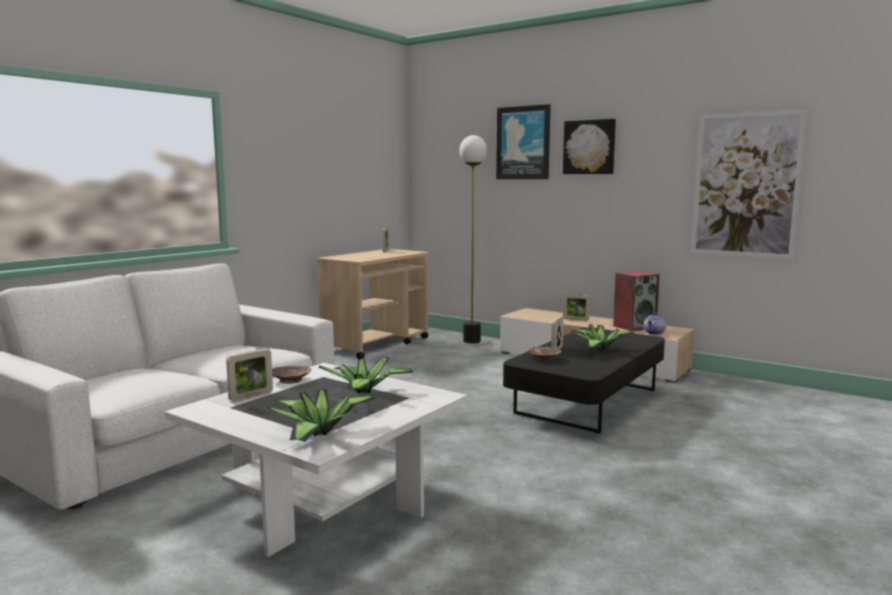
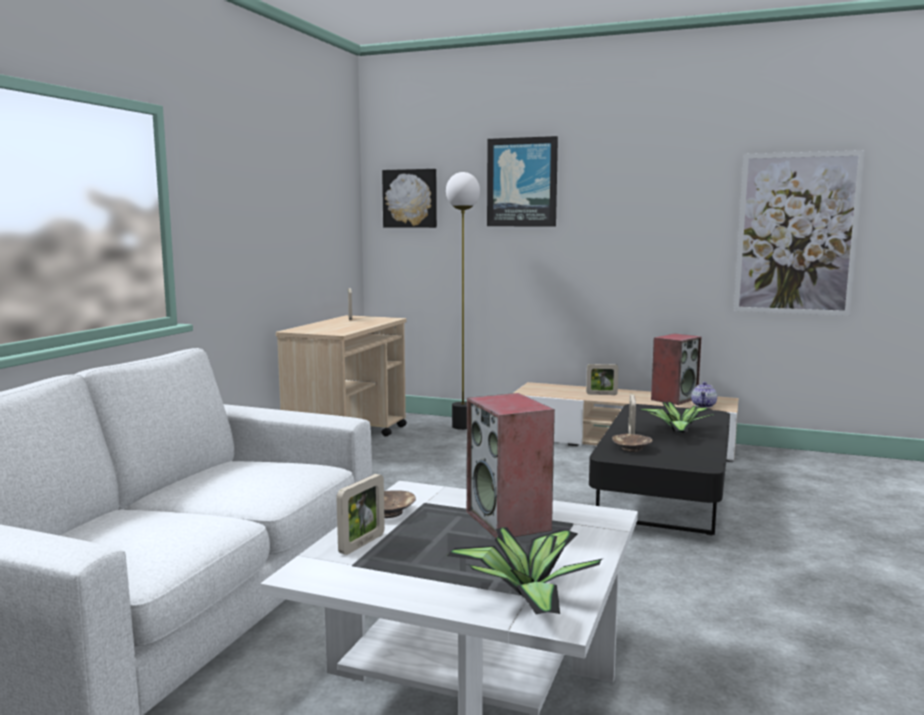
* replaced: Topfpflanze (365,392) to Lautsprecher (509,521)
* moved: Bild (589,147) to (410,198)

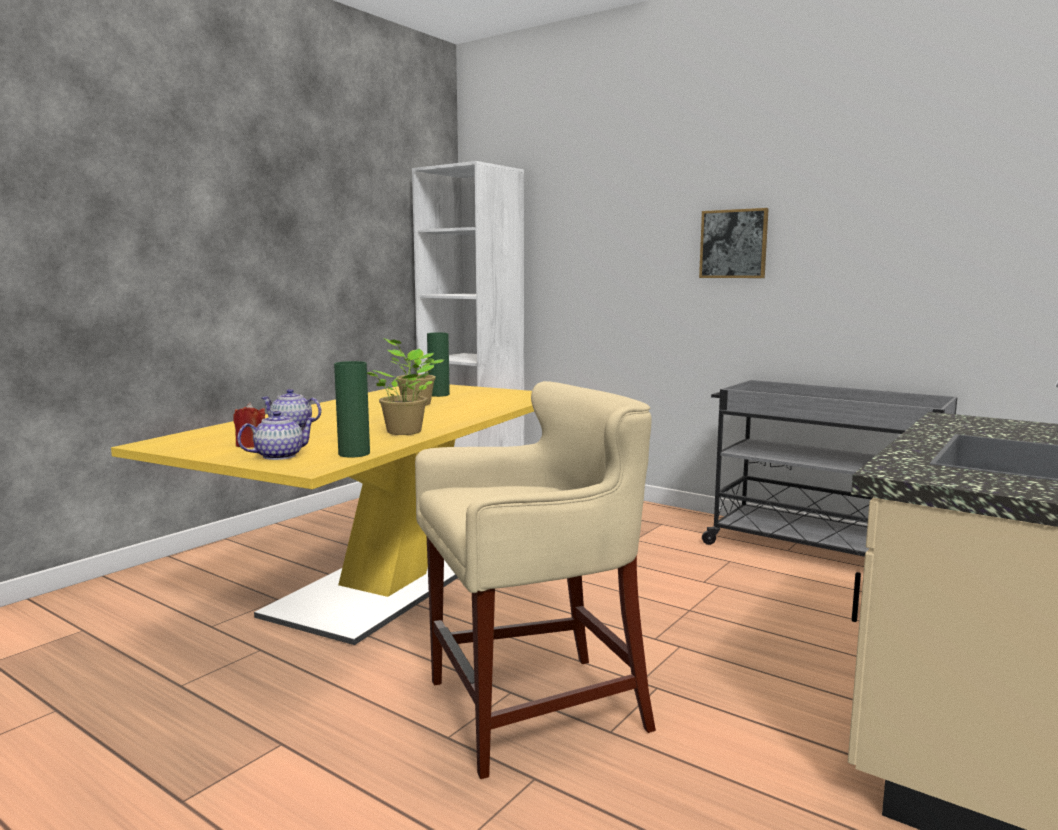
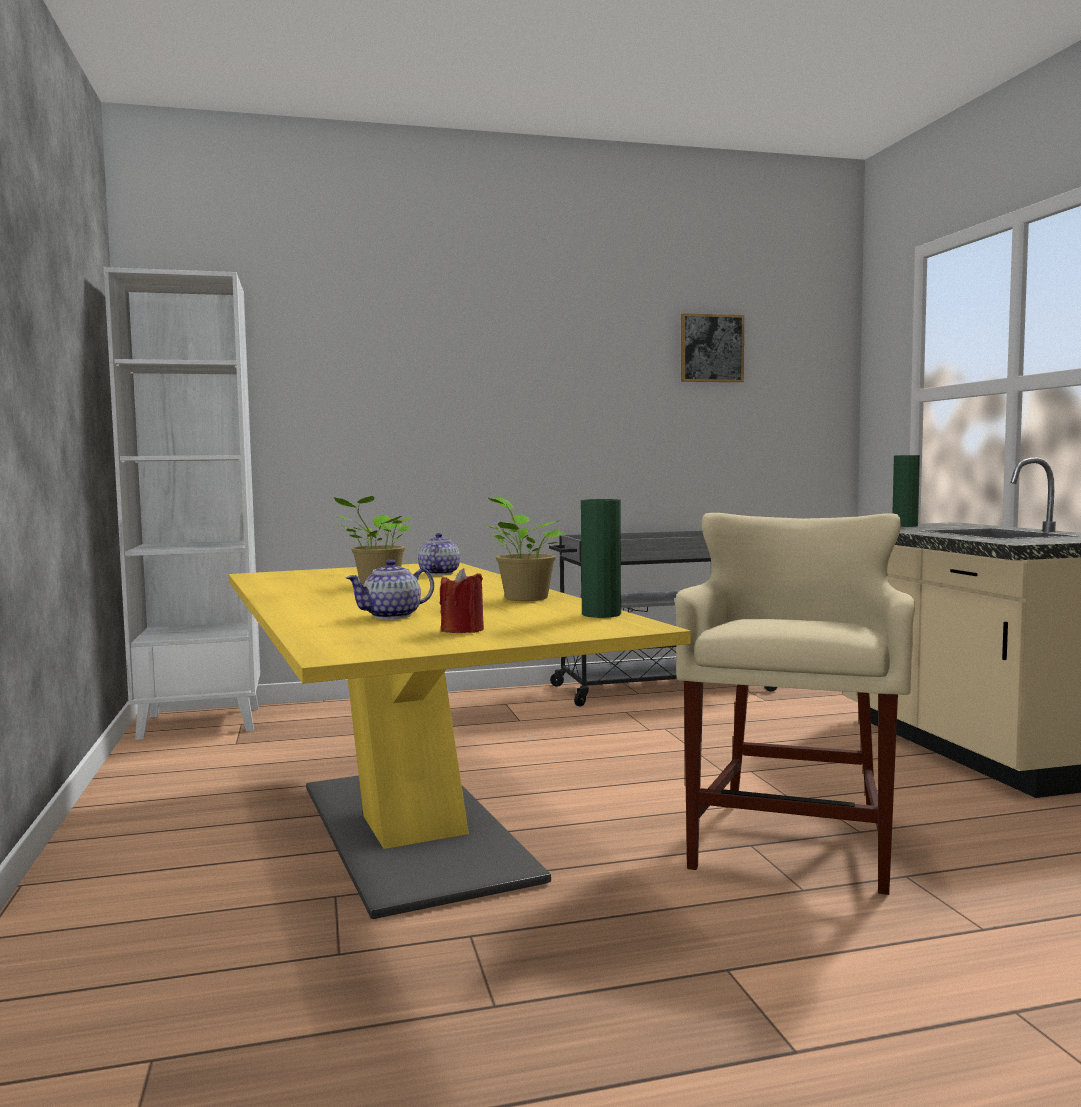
* moved: Teekanne (278,456) to (438,573)
* moved: Vase/grün (439,395) to (905,525)
* moved: Bild (733,244) to (711,348)

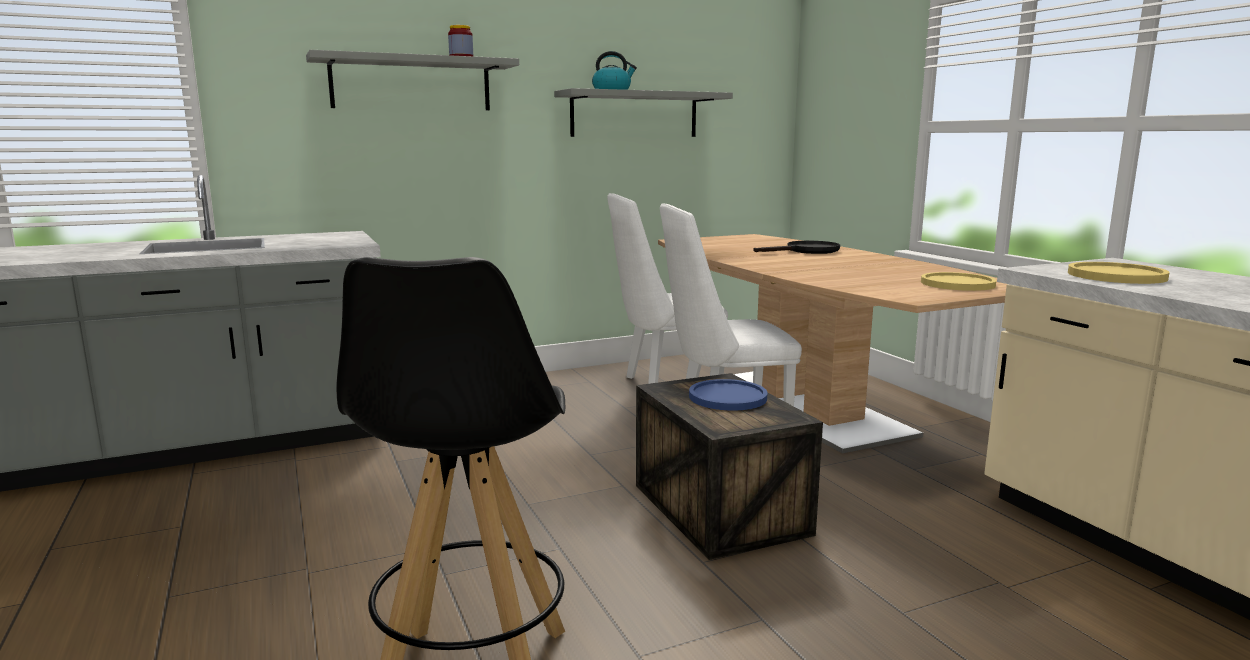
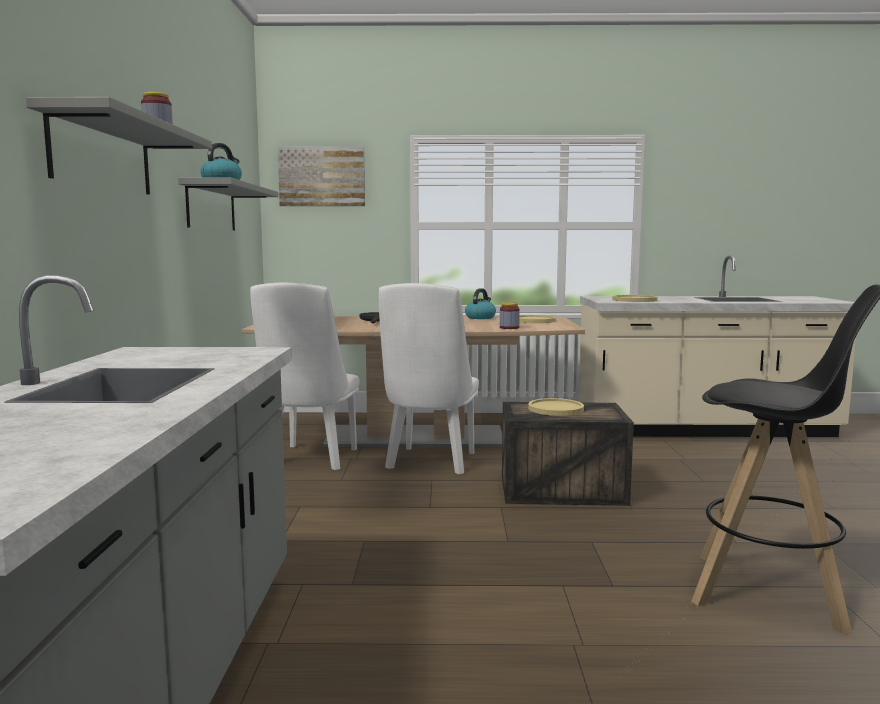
* recoloured: Teller/blau (727,397) to Teller/gelb (555,409)
* added: Bild (322,177)
* added: Wasserkessel (480,317)
* added: Vorratsglas (509,328)

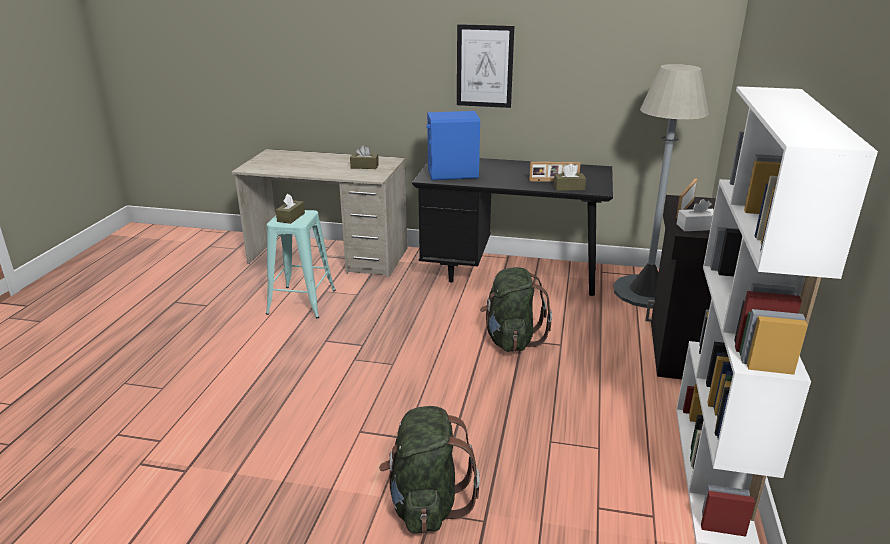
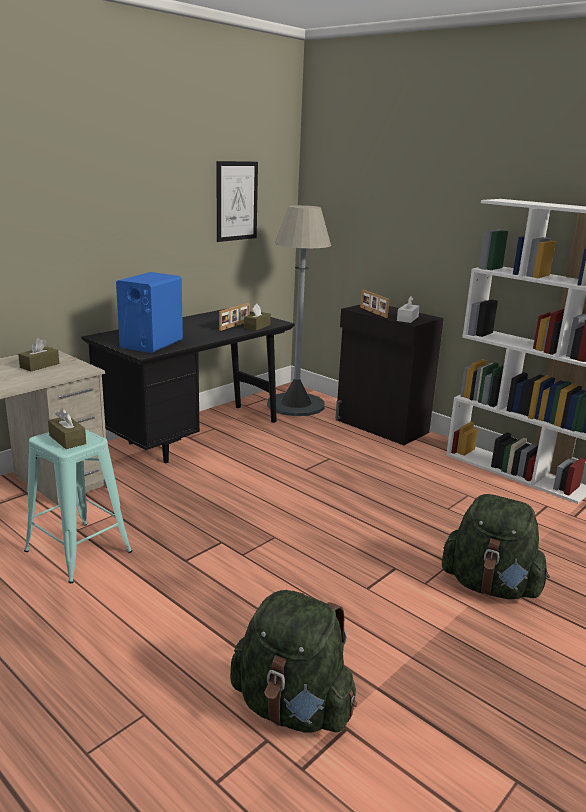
* moved: Bild (484,66) to (236,201)
* moved: Rucksack/grün (511,340) to (292,708)

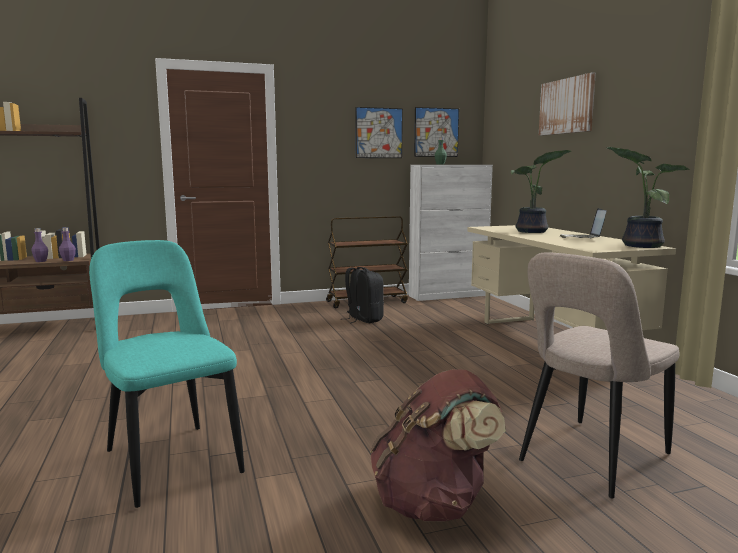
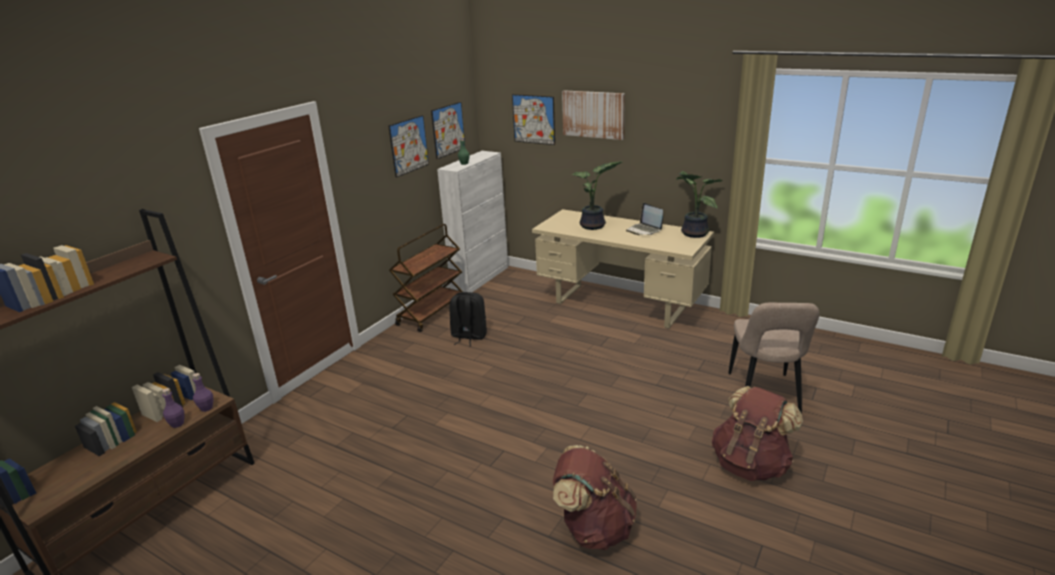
* replaced: Stuhl/türkis (170,459) to Rucksack/braun (594,528)
* added: Bild (533,119)

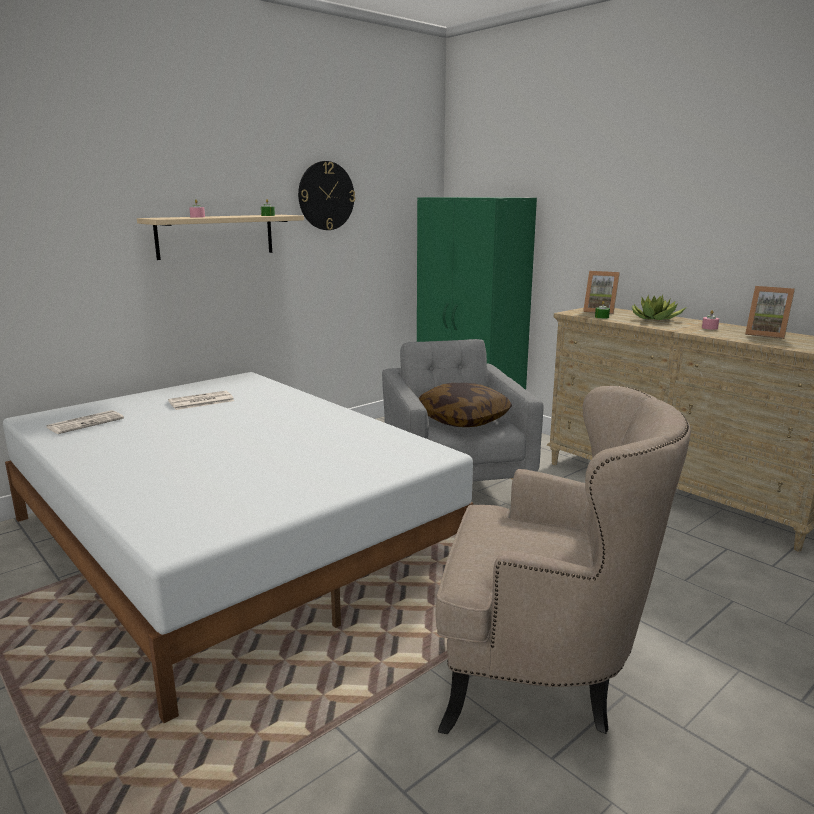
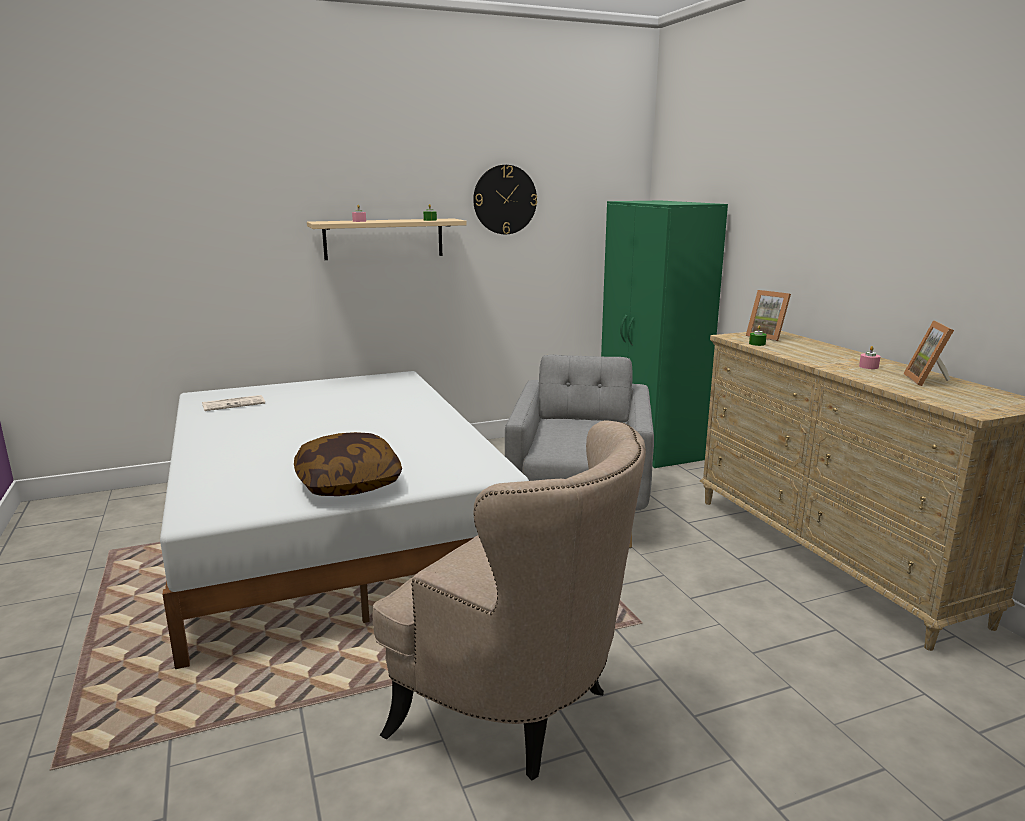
* removed: Zeitung (200,401)
* moved: Kissen (463,419) to (349,483)
* removed: Topfpflanze (655,319)
* turned: Bilderrahmen (766,334) = (928,381) 45 degrees clockwise

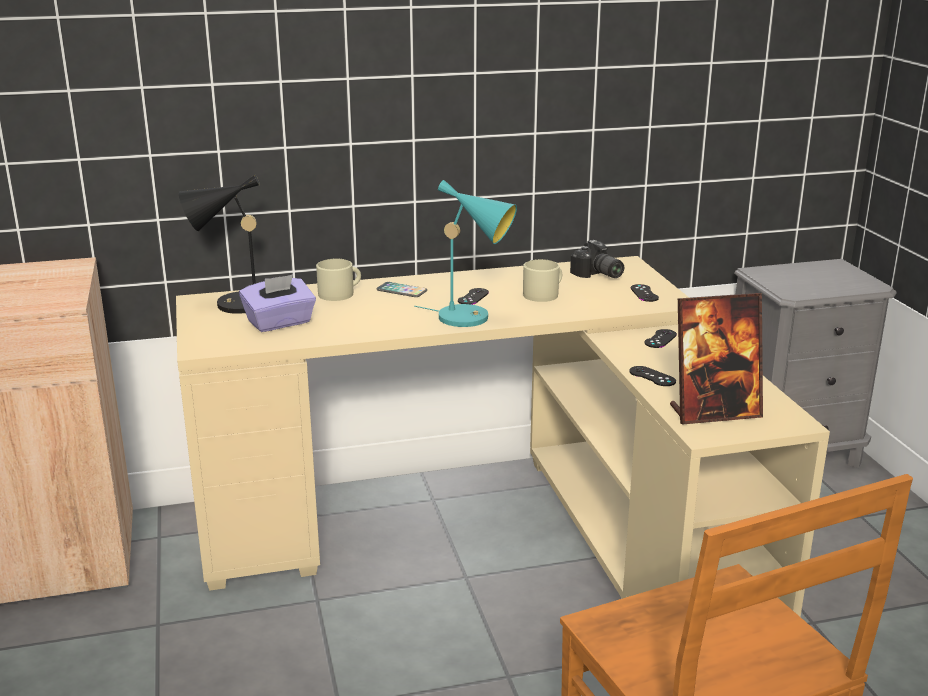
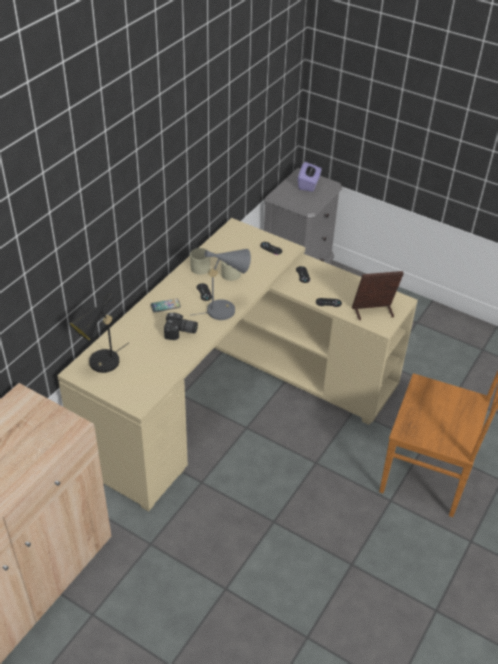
* moved: Taschentuchbox/lila (280,323) to (309,184)
* moved: Henkelbecher/beige (340,293) to (201,266)
* recoloured: Tischlampe/türkis (471,318) to Tischlampe/grau (225,309)
* moved: Kamera (597,275) to (180,332)
* turned: Bilderrahmen (714,412) = (373,312) 135 degrees counterclockwise

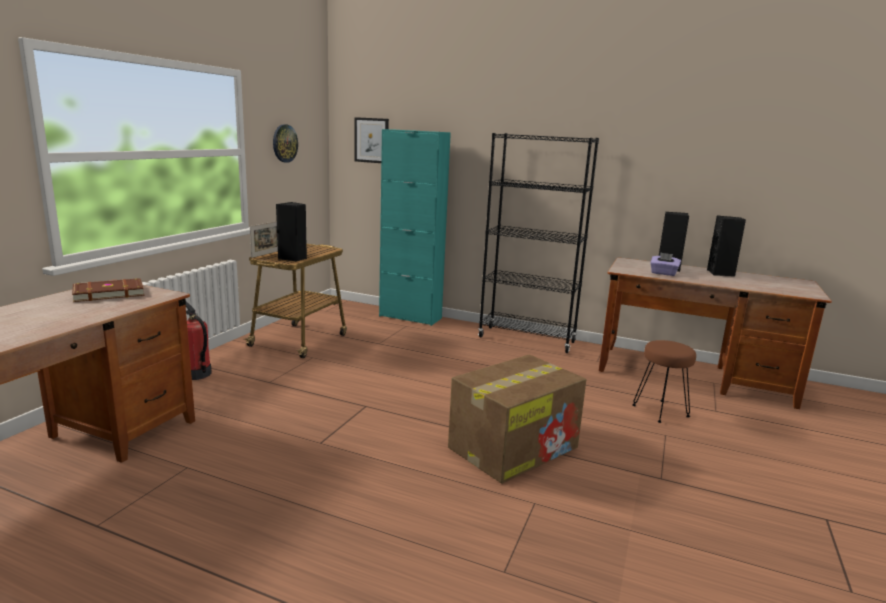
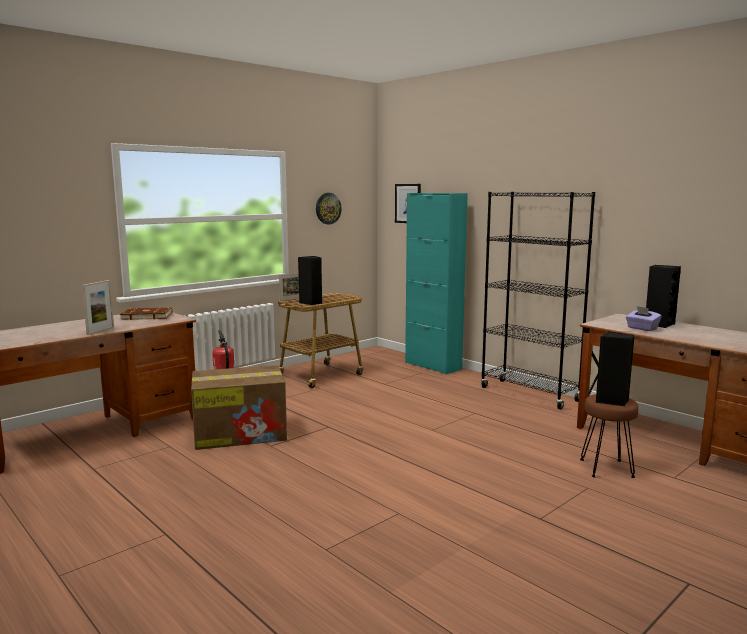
* moved: Karton (514,447) to (241,433)
* moved: Lautsprecher/schwarz (721,273) to (612,401)
* added: Bilderrahmen (100,331)

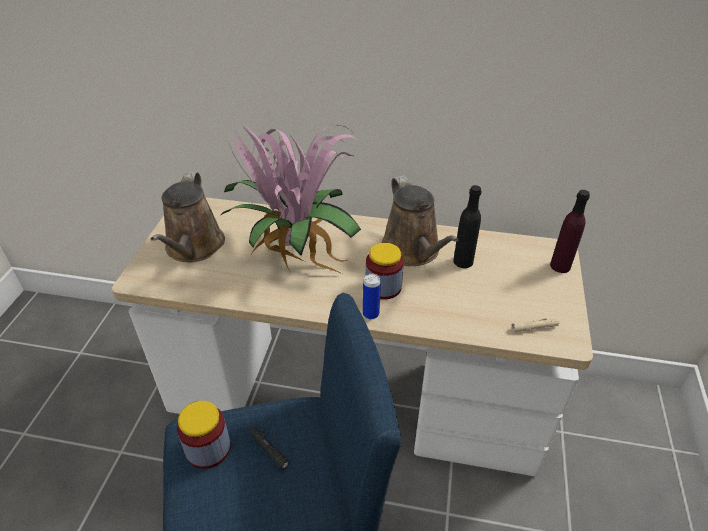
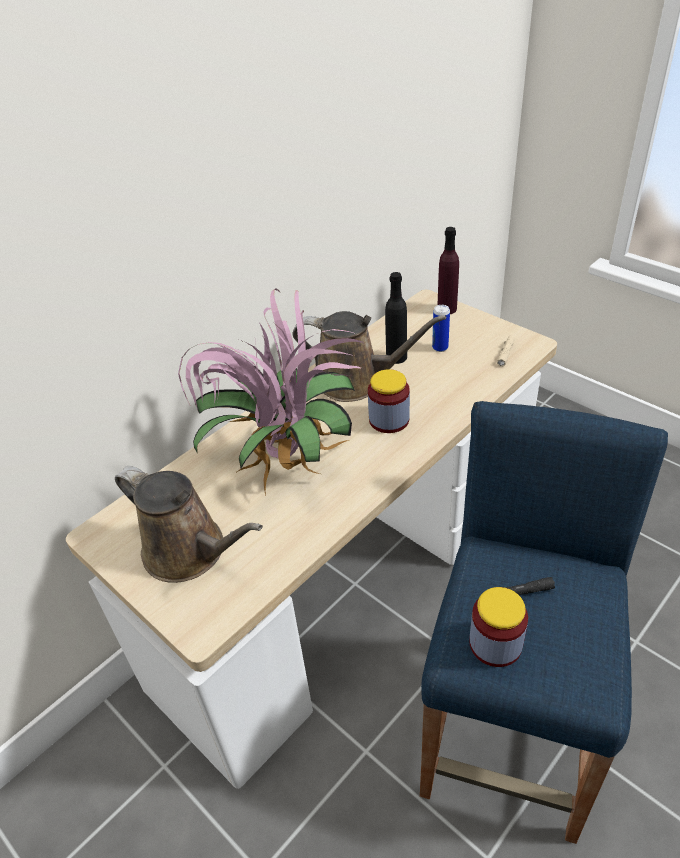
* moved: Dose (370,314) to (440,348)

